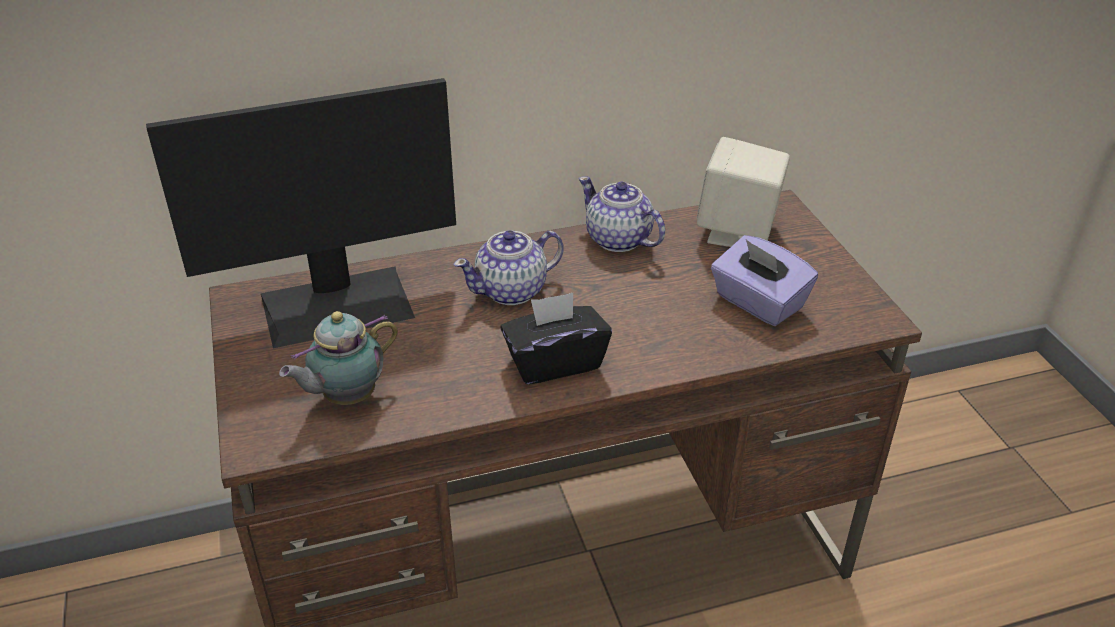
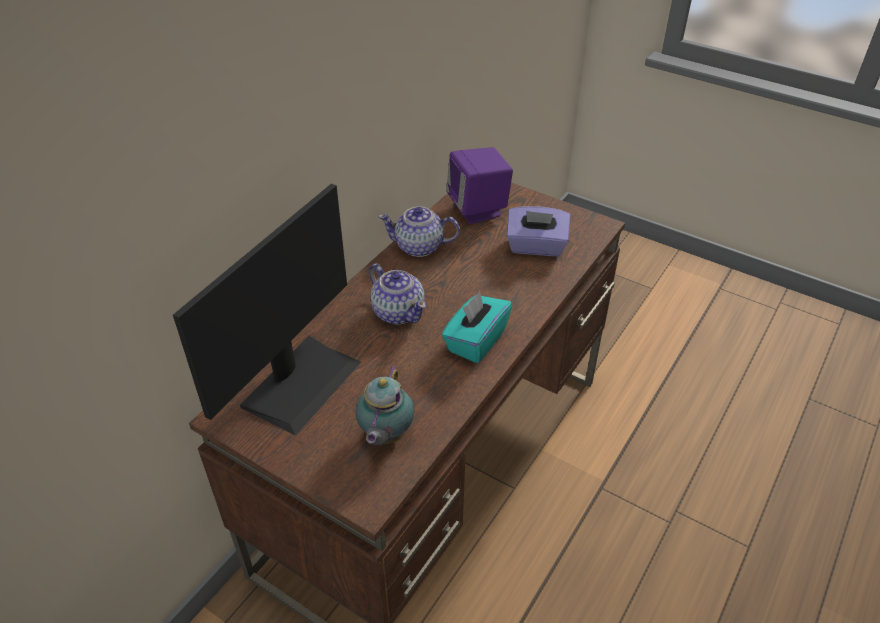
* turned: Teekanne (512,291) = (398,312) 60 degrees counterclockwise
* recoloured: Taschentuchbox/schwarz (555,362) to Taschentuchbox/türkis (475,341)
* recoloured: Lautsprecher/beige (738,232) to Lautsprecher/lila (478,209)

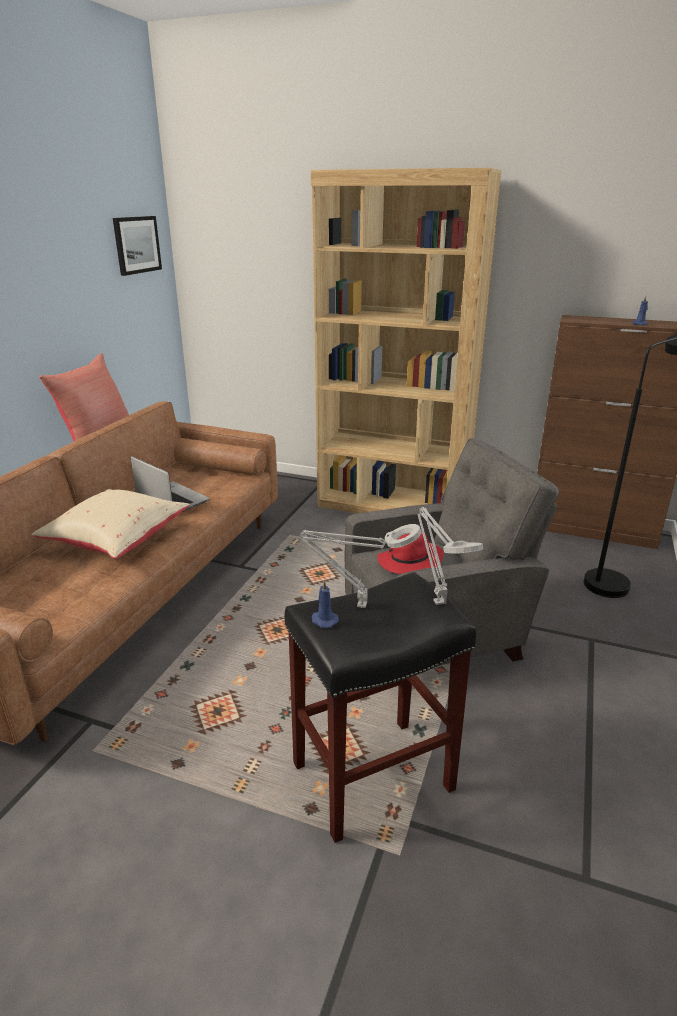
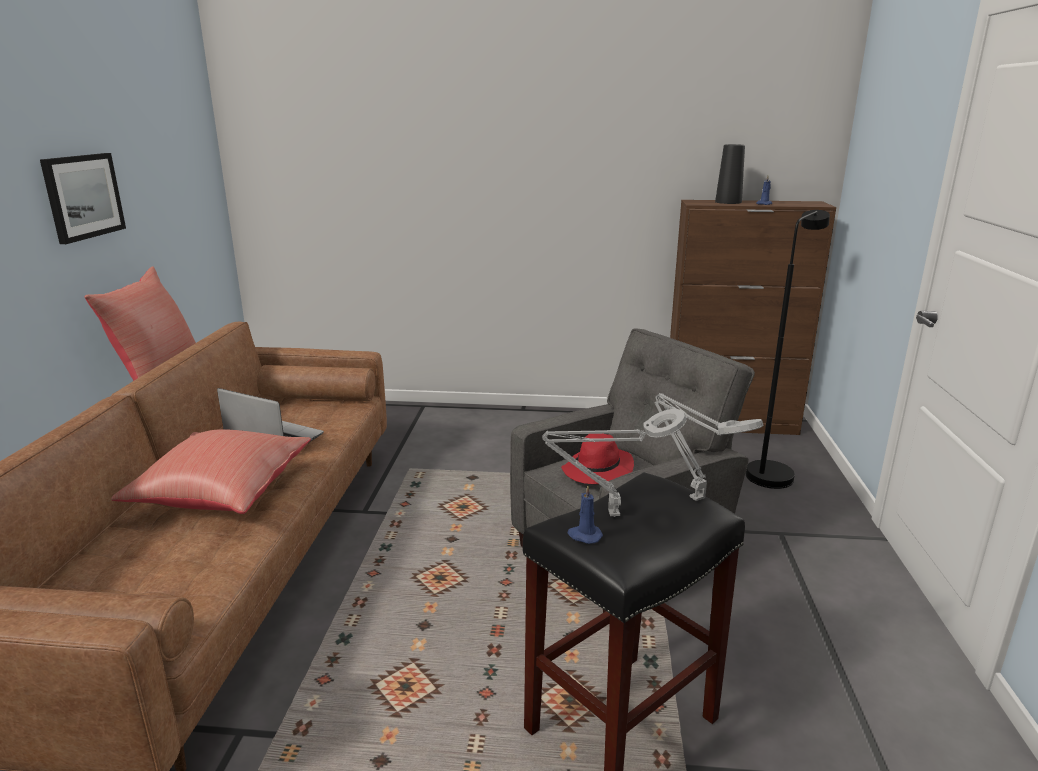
* recoloured: Kissen/beige (116,540) to Kissen/rot (222,494)
* moved: Bild (136,245) to (83,196)
* removed: Bücherregal/braun (393,506)
* added: Vase/schwarz (728,202)

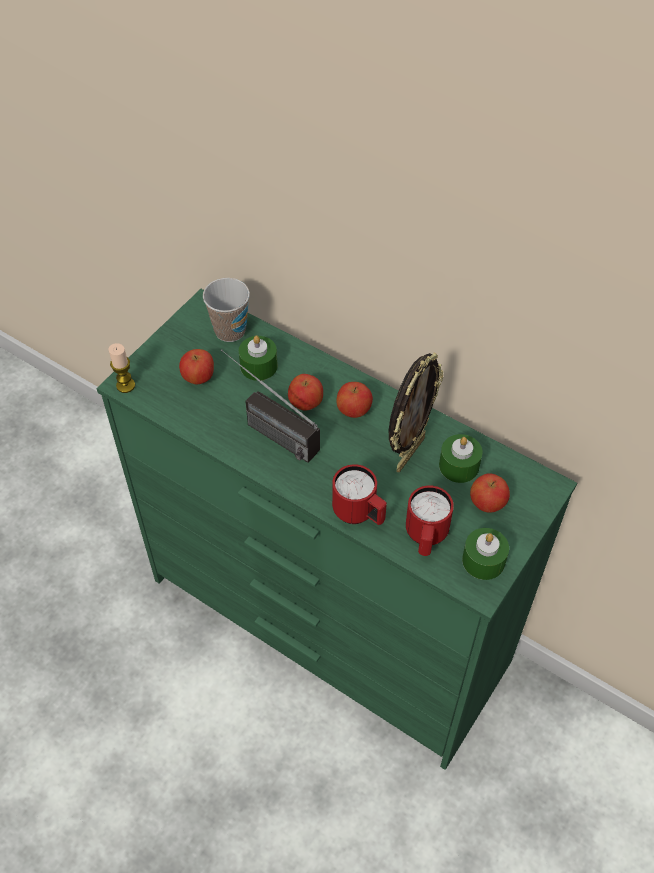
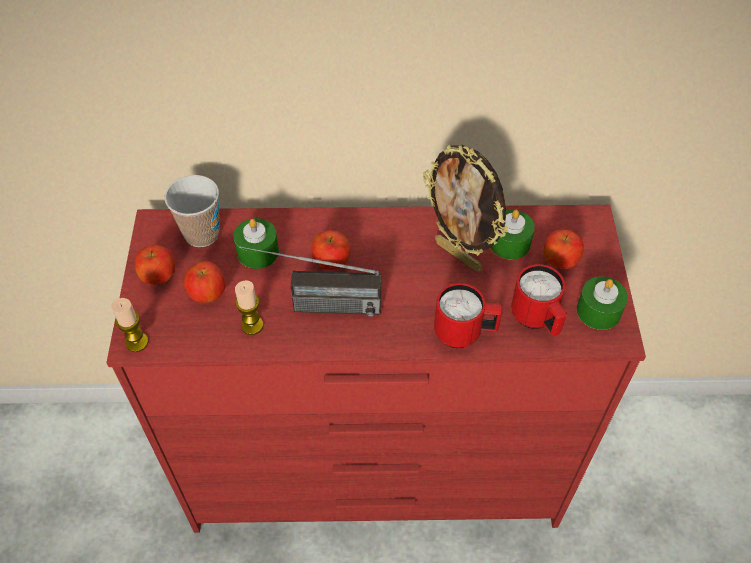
* recoloured: Kommode/grün (327,623) to Kommode/rot (375,470)
* moved: Apfel (353,410) to (159,277)
* turned: Bilderrahmen (409,453) = (459,255) 135 degrees clockwise
* added: Kerze (252,325)

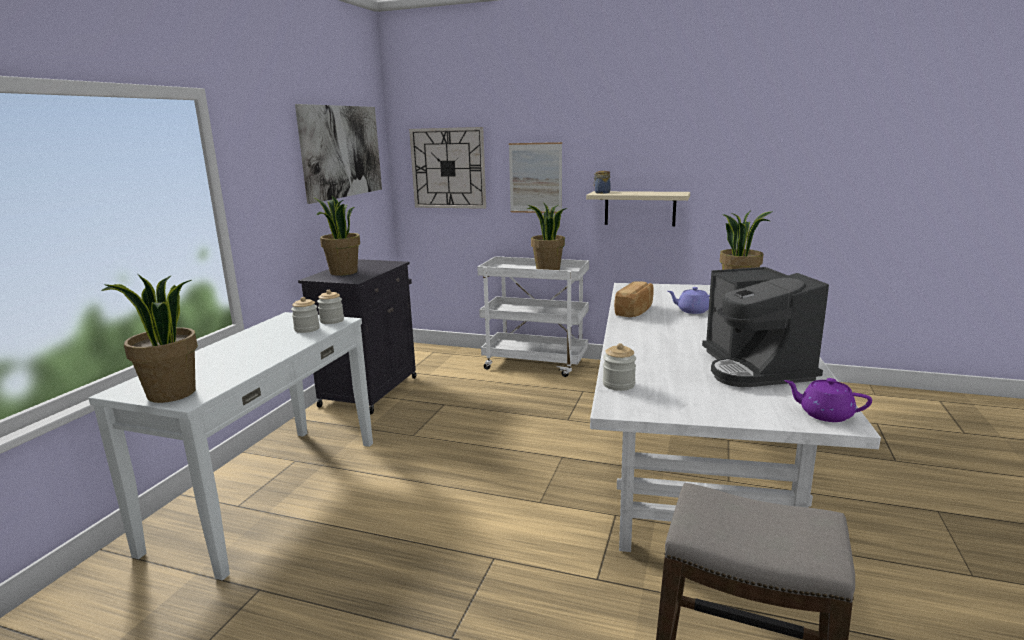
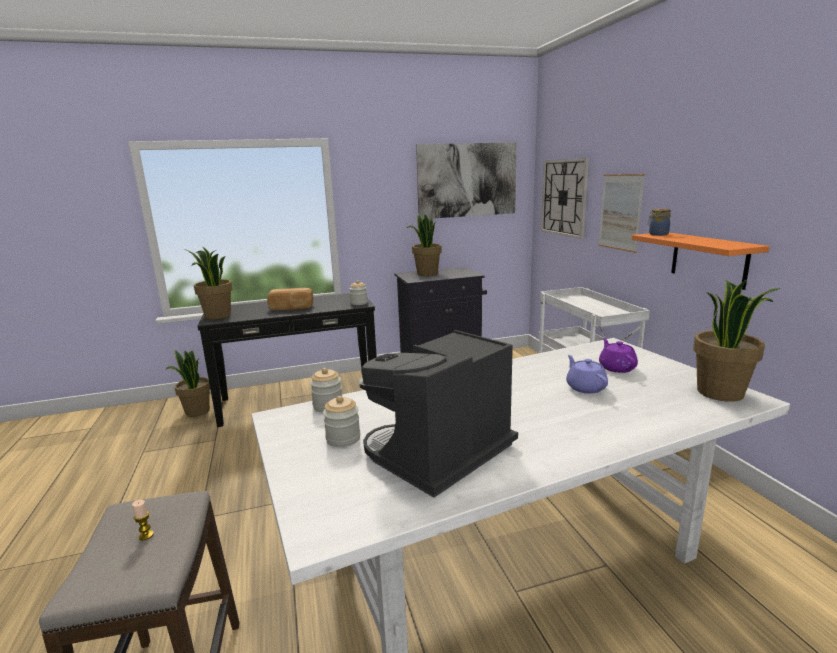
* recoloured: Konsolentisch/weiß (269,492) to Konsolentisch/schwarz (299,399)
* moved: Vorratsglas (307,329) to (343,438)
* moved: Topfpflanze (547,269) to (197,411)
* recoloured: Wandregal/beige (640,208) to Wandregal/orange (708,259)
* moved: Brot (635,311) to (291,308)
* moved: Teekanne/lila (824,414) to (616,368)
* added: Kerze (146,535)

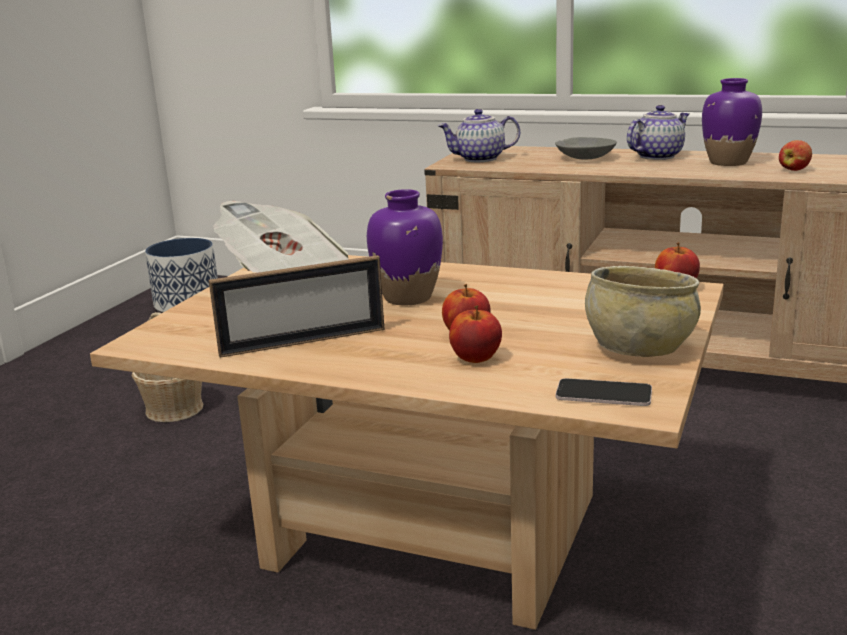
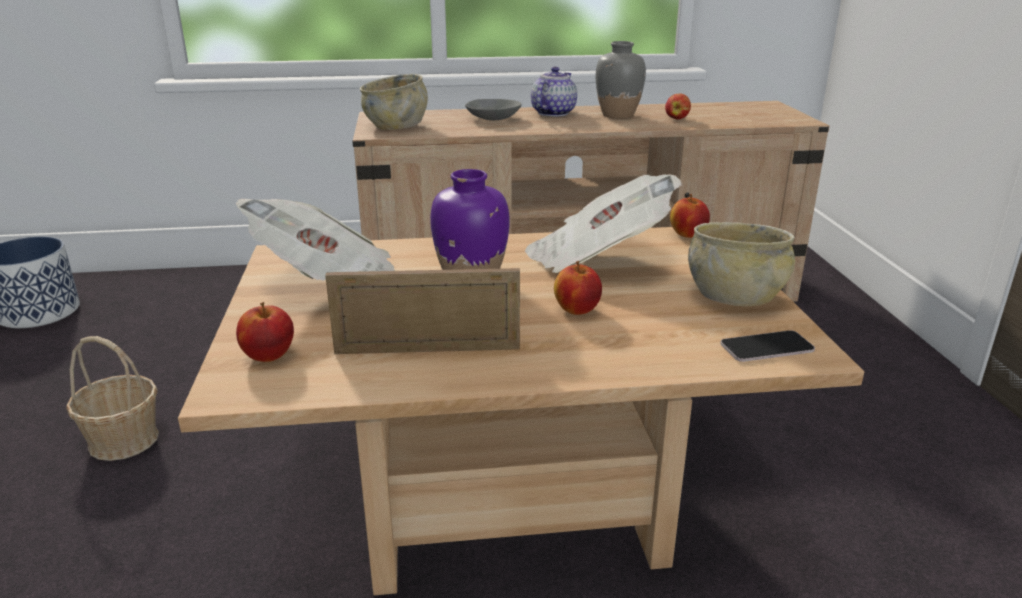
* turned: Bilderrahmen (303,342) = (427,350) 135 degrees counterclockwise
* replaced: Teekanne (480,159) to Schüssel/beige (396,126)
* moved: Apfel (475,358) to (268,356)
* recoloured: Vase/lila (728,162) to Vase/grau (618,115)
* added: Zeitung (597,259)

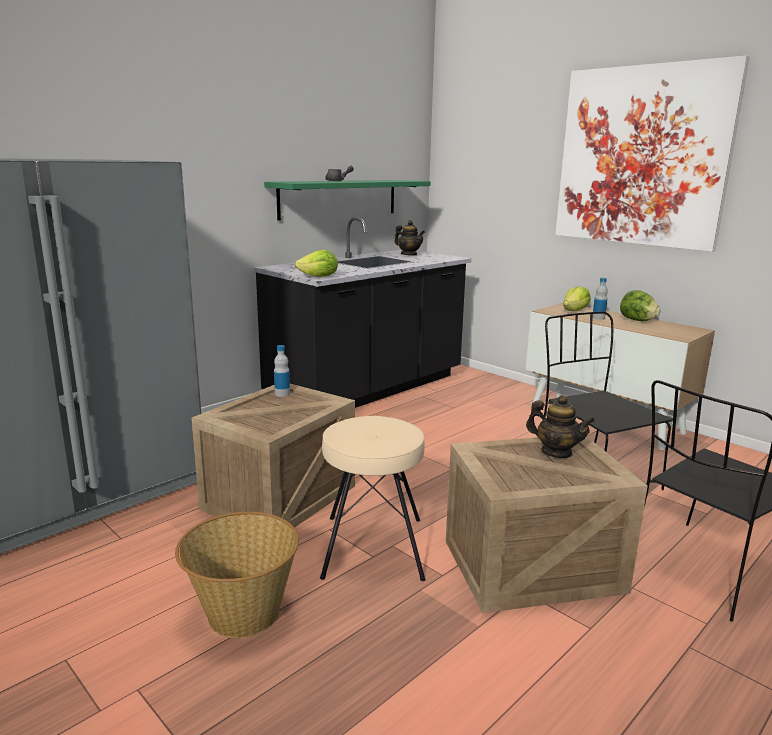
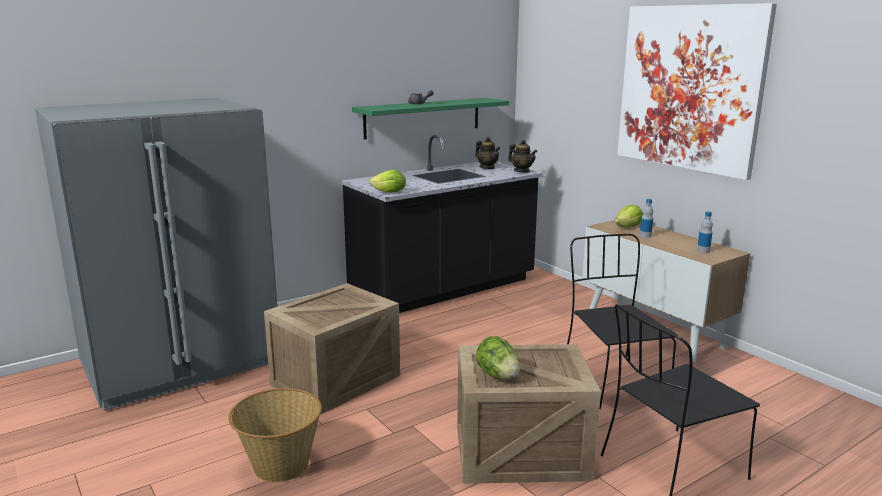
* moved: Flasche (282,394) to (703,250)
* removed: Hocker/beige (372,547)
* moved: Teekanne (556,452) to (522,171)
* moved: Salatkopf (637,320) to (497,376)

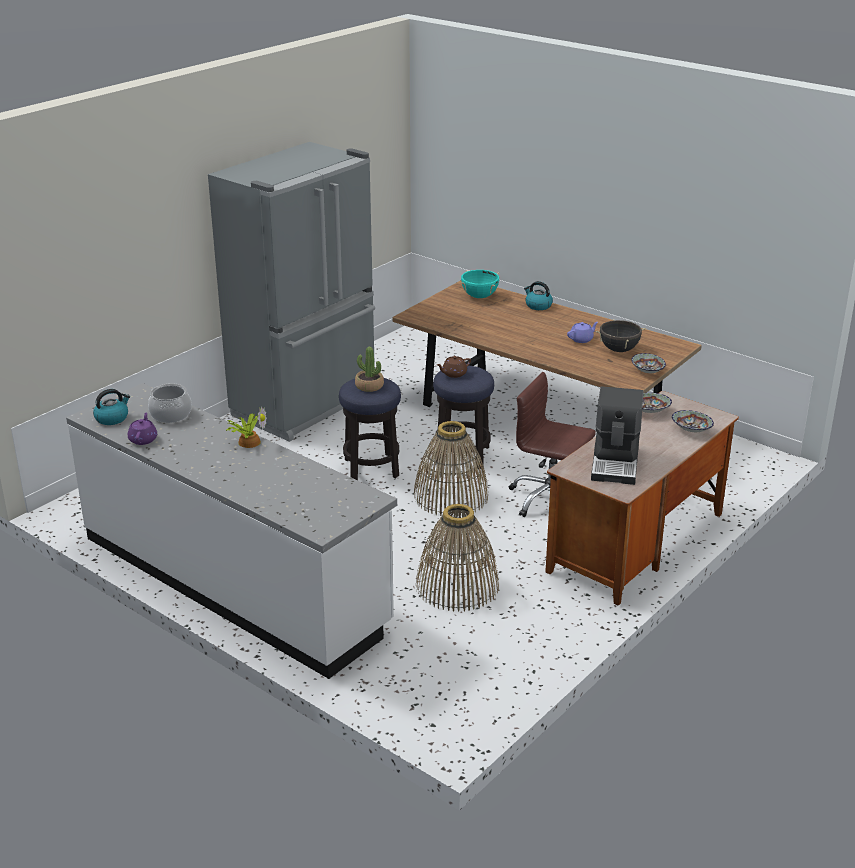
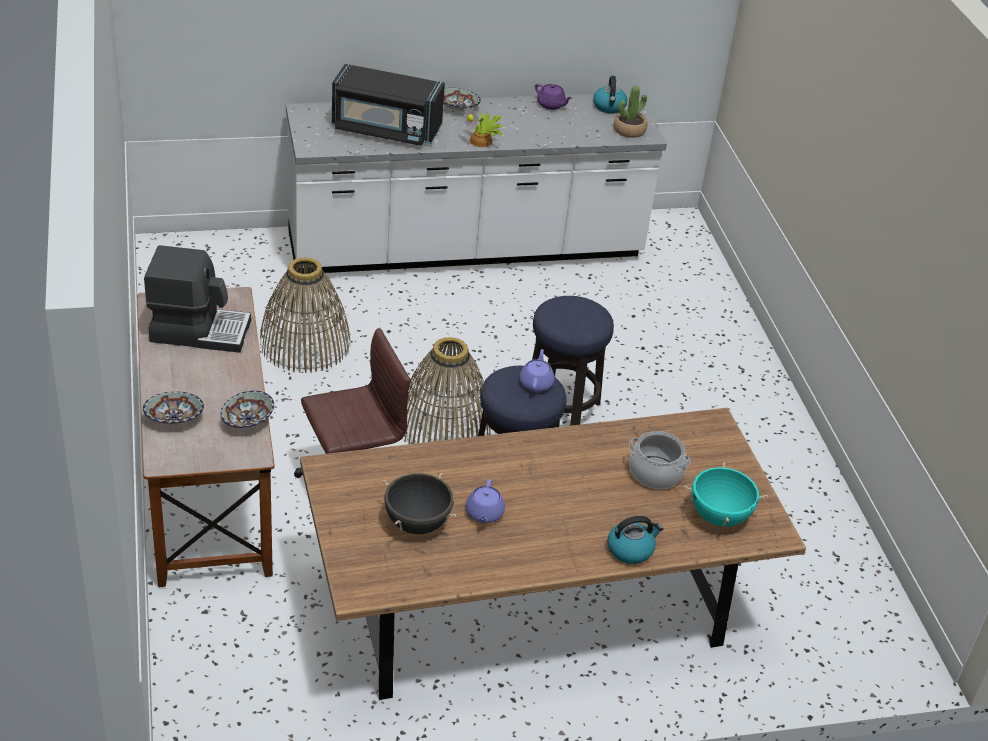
* moved: Kochtopf (170,414) to (655,473)
* removed: Kühlschrank/grau (307,405)
* moved: Topfpflanze (369,386) to (629,130)
* recoloured: Teekanne/braun (453,374) to Teekanne/lila (536,383)
* turned: Kaffeemaschine (616,463) = (200,330) 135 degrees clockwise
* moved: Schüssel (648,371) to (457,108)
* added: Mikrowelle/schwarz (385,129)

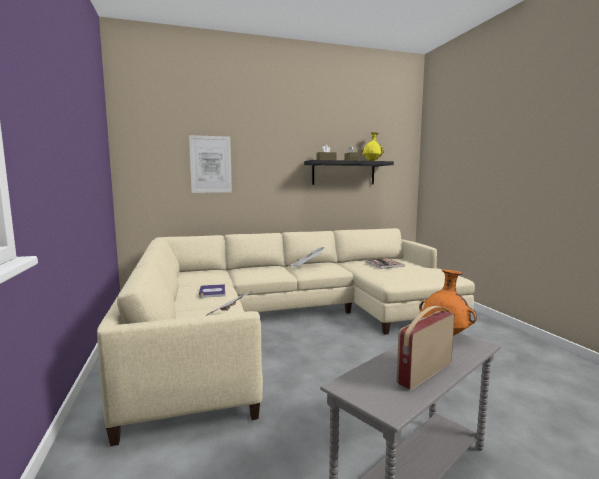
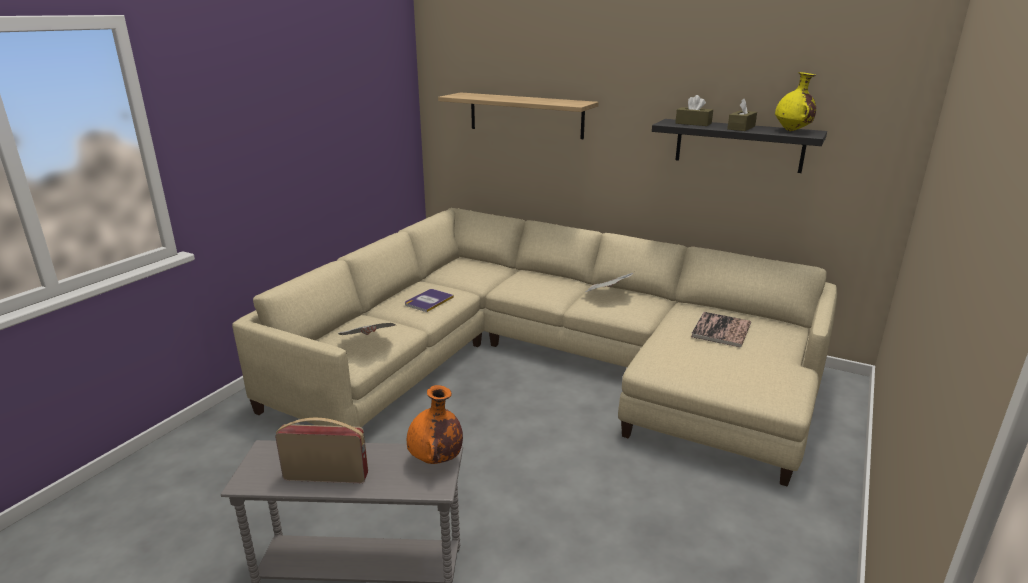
* replaced: Bild (210,164) to Wandregal (525,115)

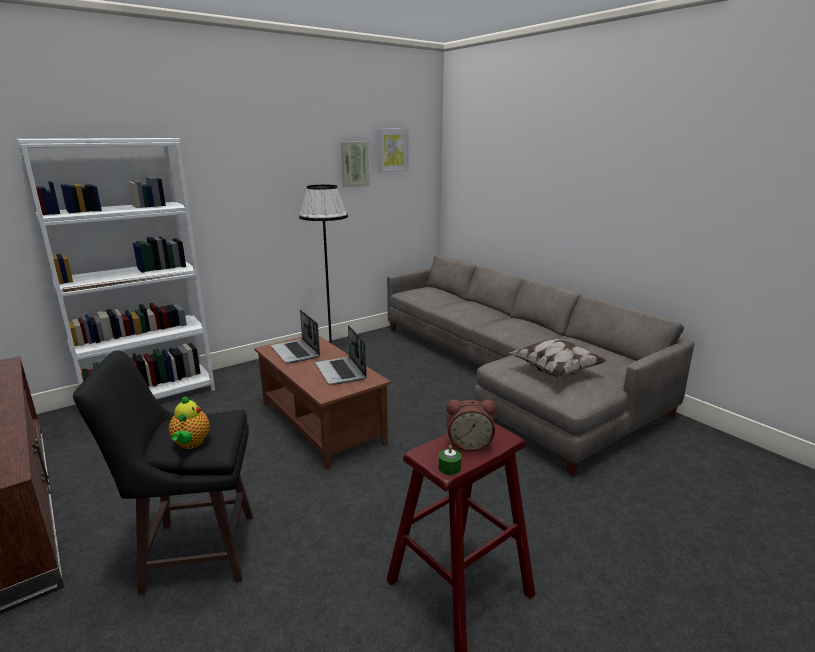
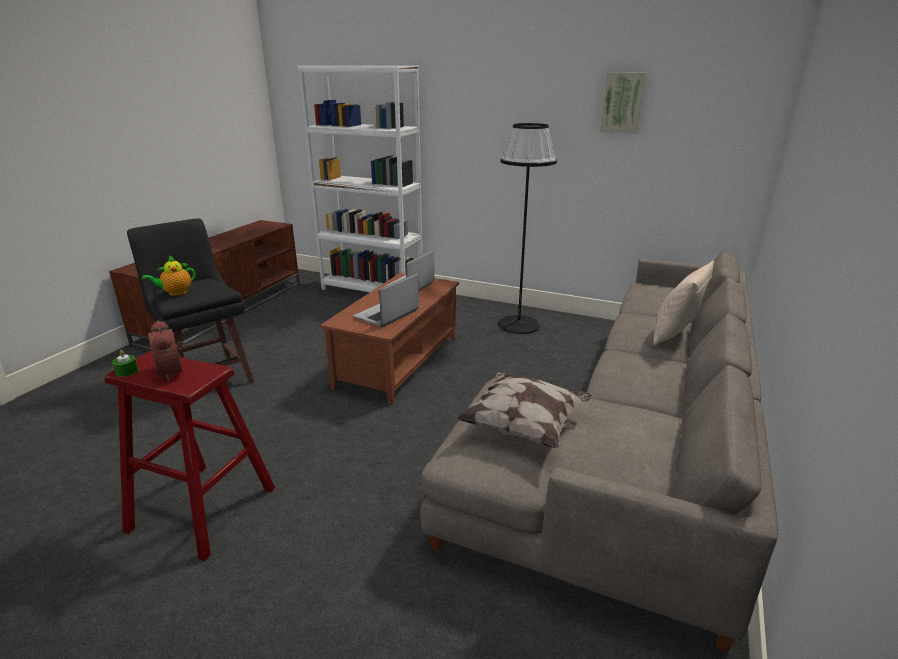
* removed: Bild (392,150)
* added: Kissen/beige (675,335)

